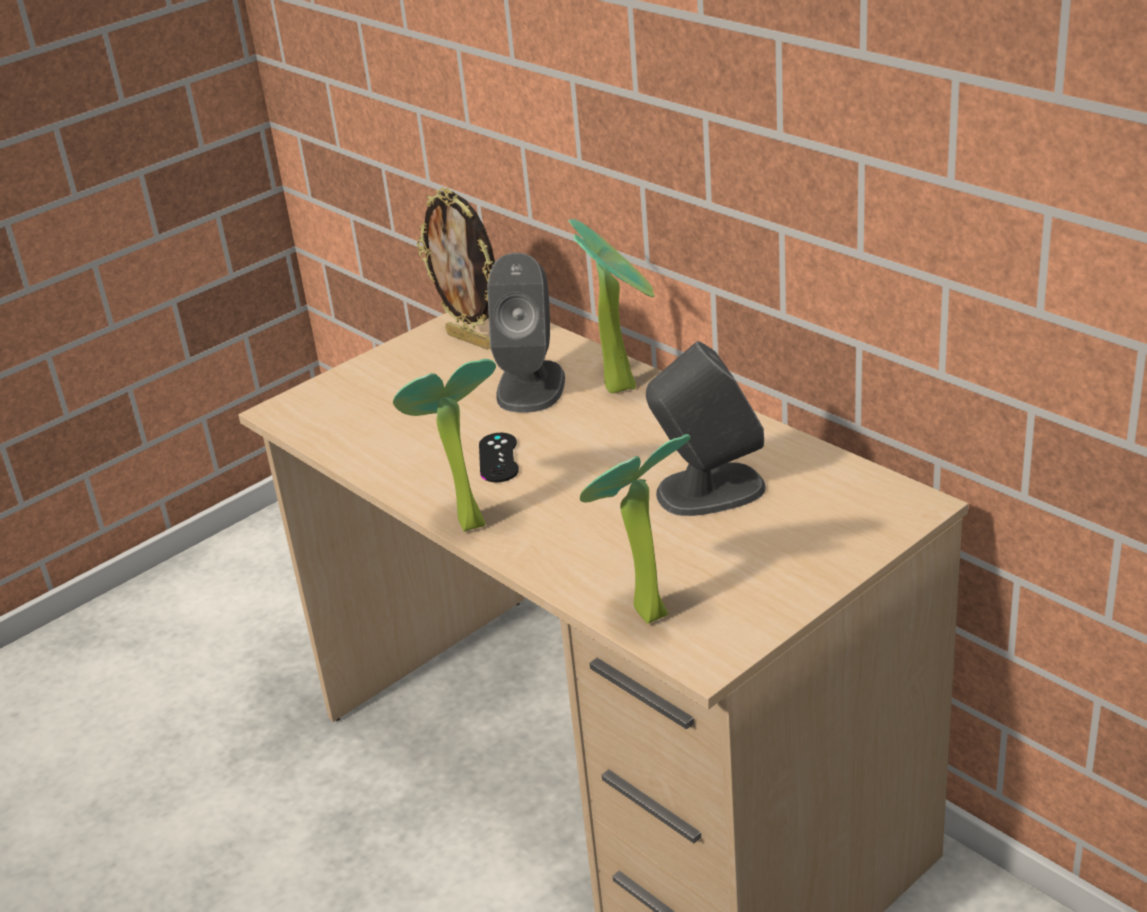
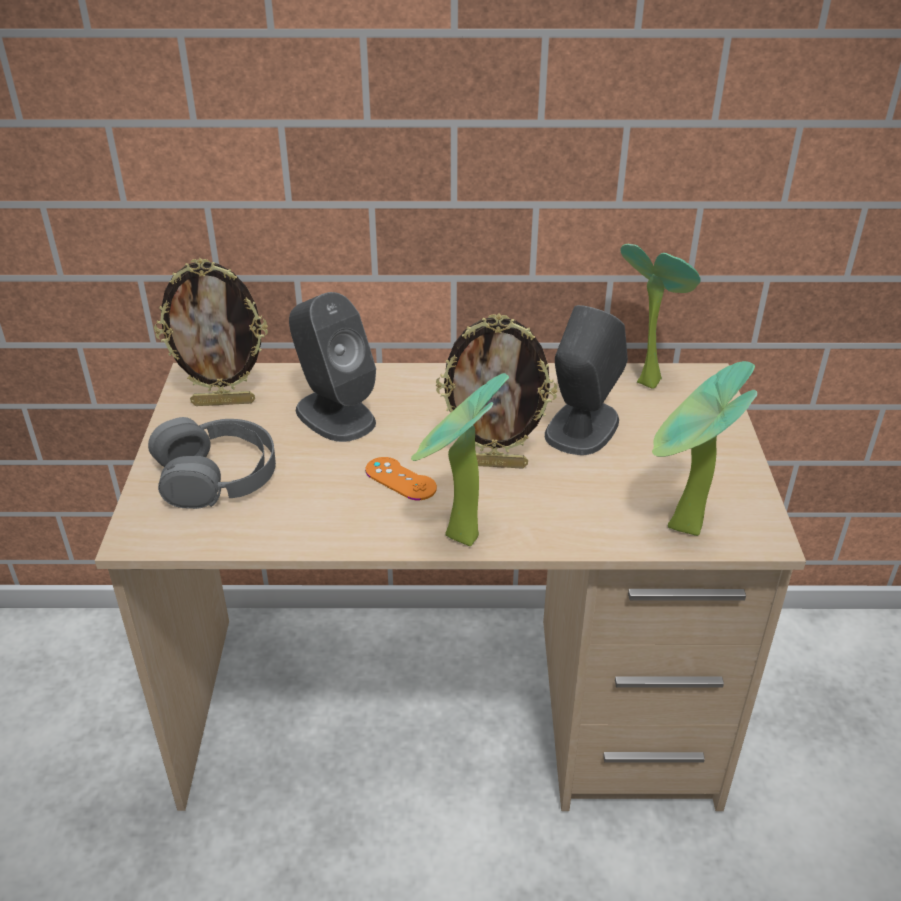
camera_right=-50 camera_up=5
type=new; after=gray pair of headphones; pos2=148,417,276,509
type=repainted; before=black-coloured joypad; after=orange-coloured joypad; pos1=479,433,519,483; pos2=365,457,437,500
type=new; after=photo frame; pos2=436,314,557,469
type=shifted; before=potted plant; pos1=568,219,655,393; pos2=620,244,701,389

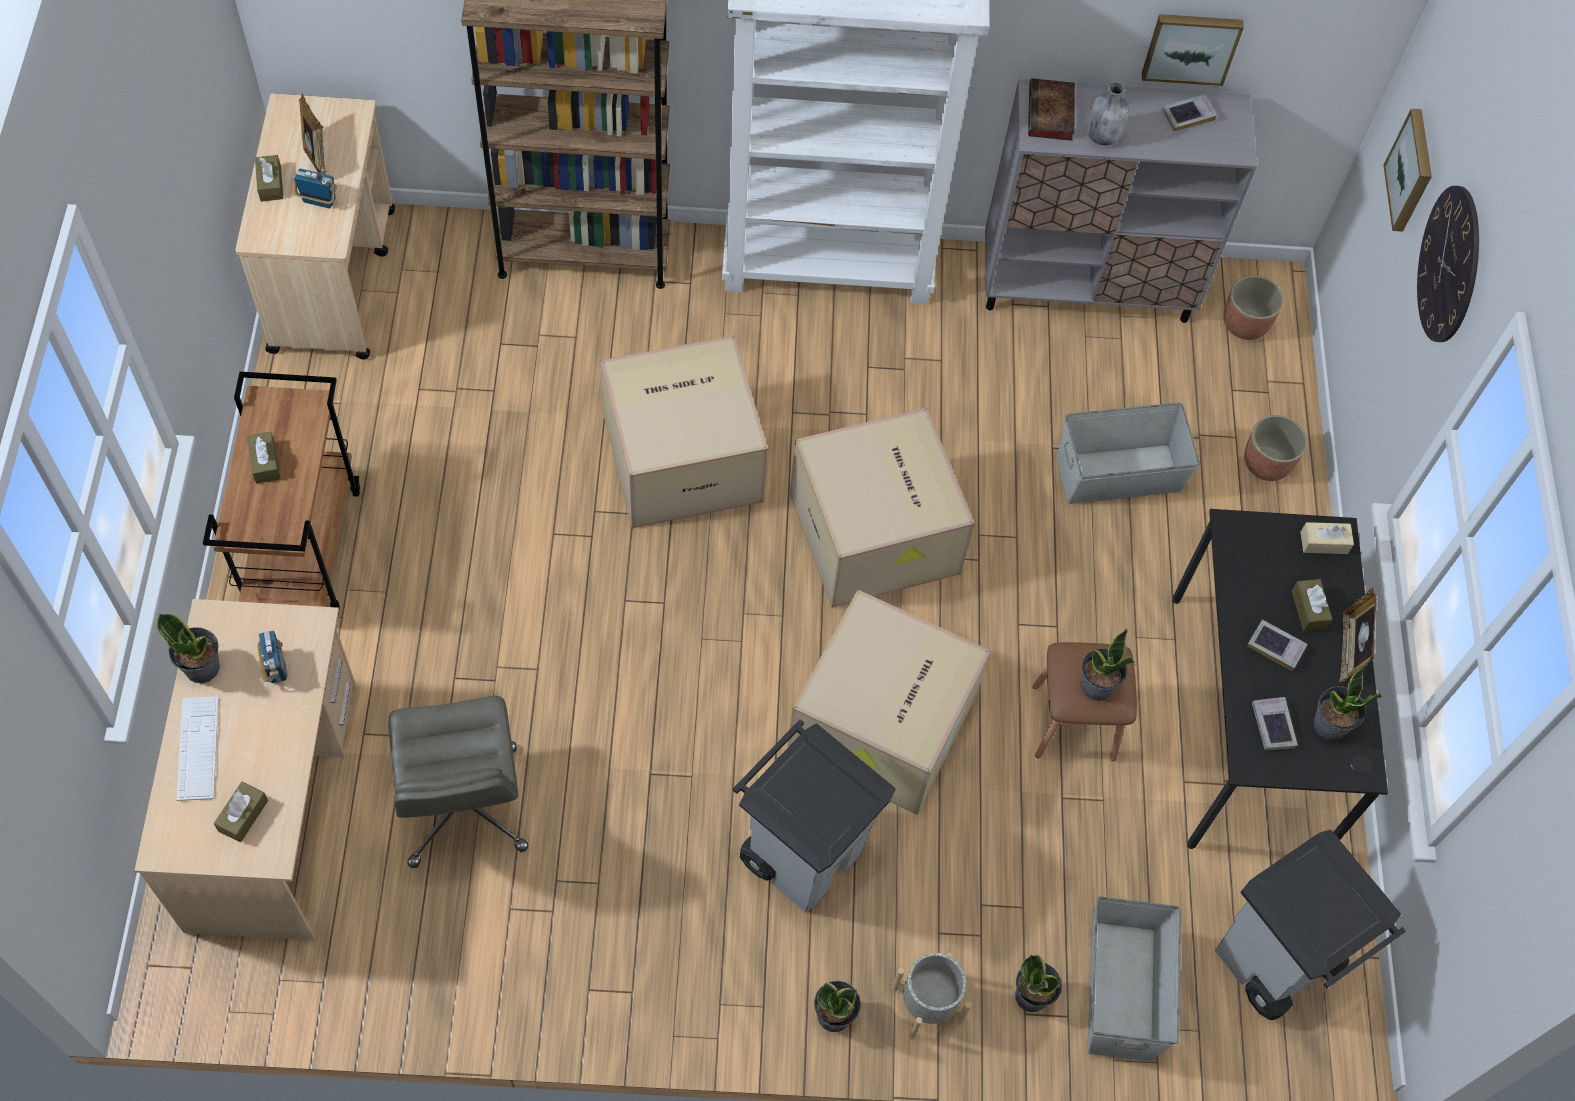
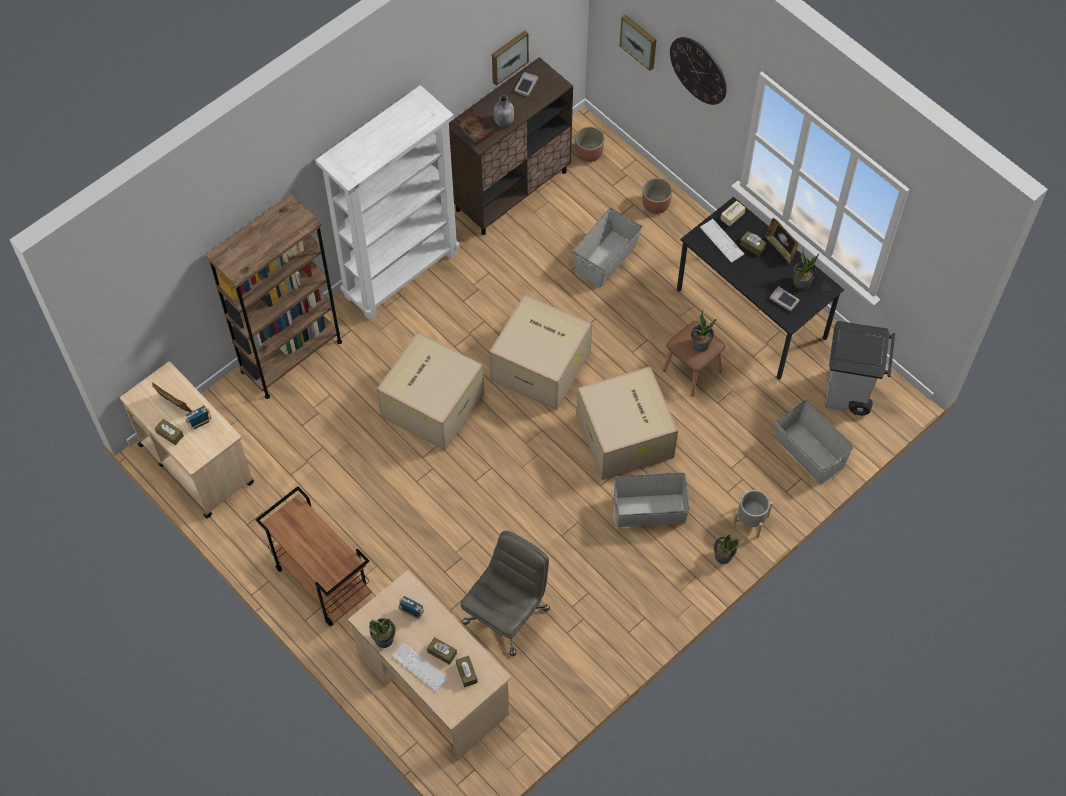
camera_right=-40 camera_up=0
type=shifted; before=brown-coloured box of tissues; pos1=247,432,280,484; pos2=427,637,457,665
type=repainted; before=gray cupboard; after=brown-coloured cupboard; pos1=985,79,1257,323; pos2=449,57,573,235
type=rotated; before=gray desk chair; pos1=388,696,528,868; pos2=460,531,550,656; turn=-90
type=swapped; before=gray trash can; after=gray storage box; pos1=733,719,896,912; pos2=614,472,689,527
type=new; after=keyboard; pos2=700,219,744,263
type=gone; before=potted plant; pos1=1015,955,1062,1012
type=gone; before=volume; pos1=1247,620,1307,671

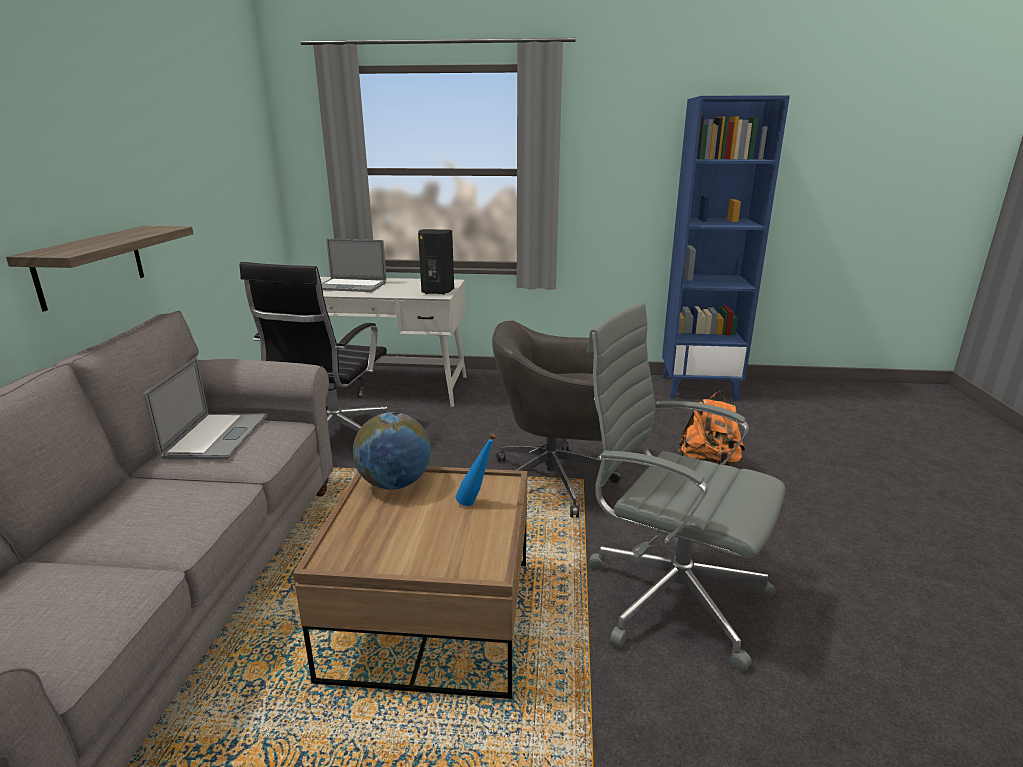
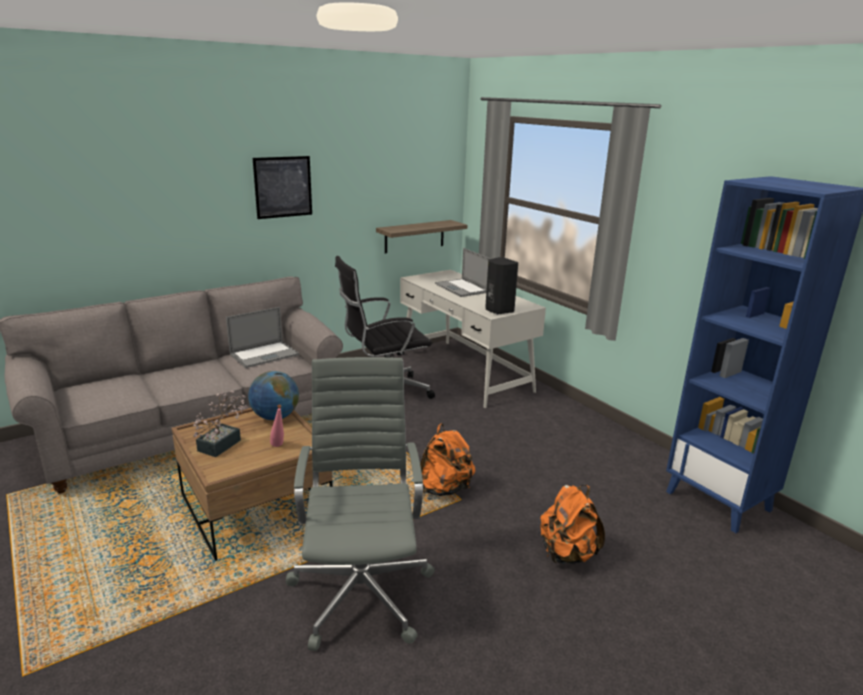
camera_right=50 camera_up=0
type=new; after=potted plant; pos2=193,390,248,457
type=new; after=wall picture; pos2=253,156,312,219
type=repainted; before=bluish bottle; after=pink-coloured bottle; pos1=456,433,496,506; pos2=270,404,284,447
type=shifted; before=bracket shelf; pos1=6,226,193,312; pos2=376,220,467,254
type=swapped; before=gray desk chair; after=orange-coloured backpack; pos1=492,321,622,518; pos2=420,424,475,496

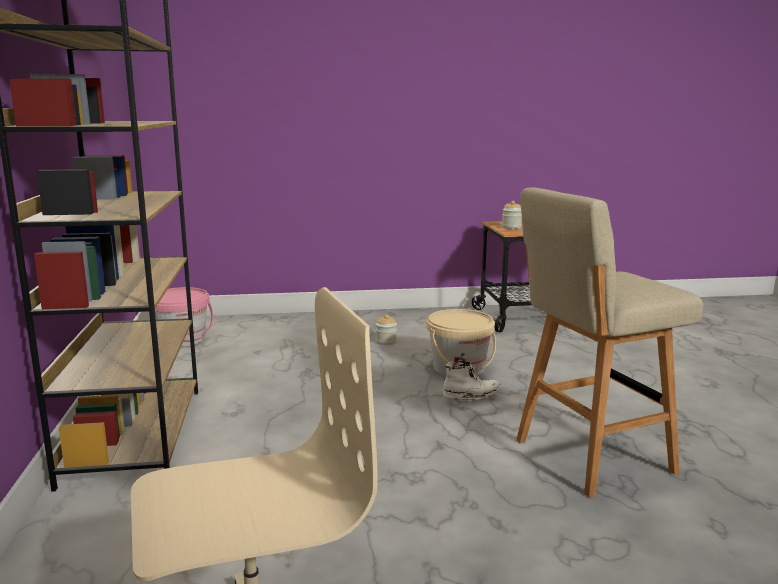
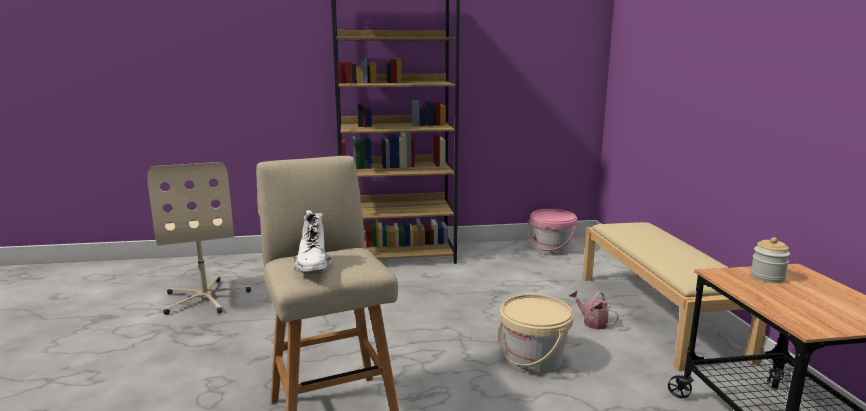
camera_right=90 camera_up=0
type=shifted; before=white boot; pos1=443,360,501,405; pos2=294,210,333,274
type=swapped; before=jar; after=sprinkling can; pos1=376,315,397,345; pos2=569,291,619,330
type=new; after=beige long seat; pos2=583,222,767,371

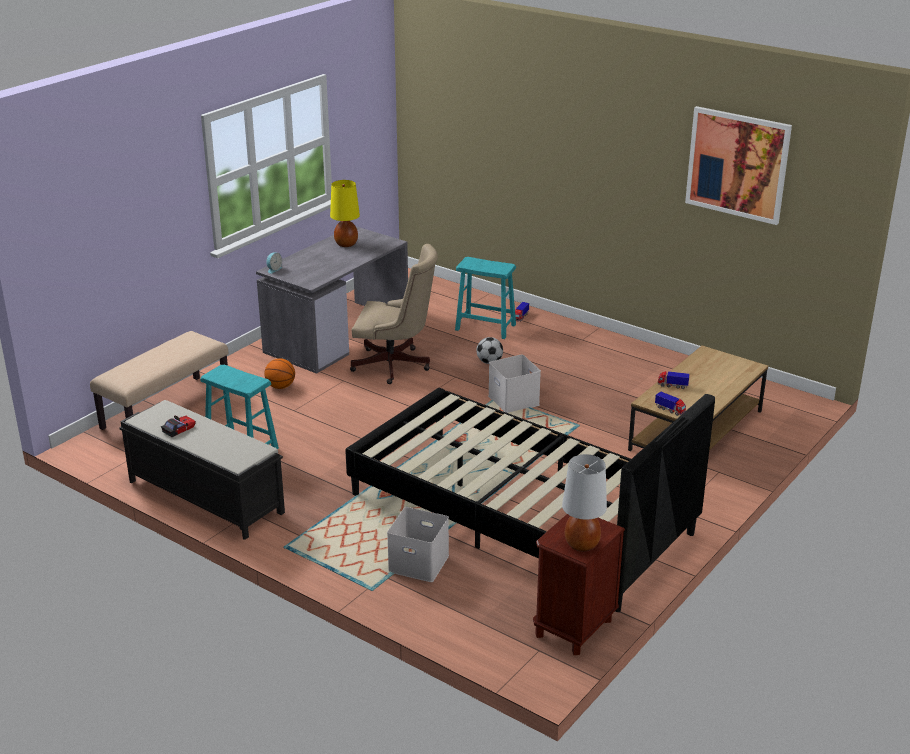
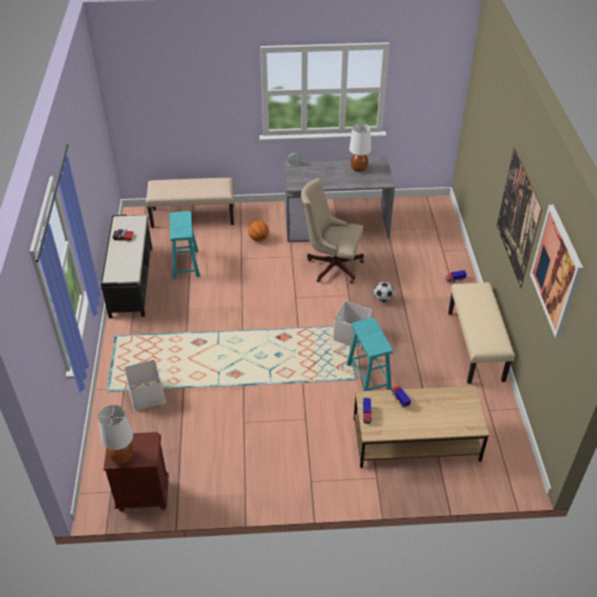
camera_right=50 camera_up=15
type=rotated; before=beige desk chair; pos1=350,244,438,384; pos2=301,178,364,284; turn=135
type=shifted; before=turquoise-coloured sitting stool; pos1=455,257,516,339; pos2=347,318,393,391
type=repainted; before=yellow lamp for a table; after=white lamp for a table; pos1=330,180,360,247; pos2=349,123,371,172
type=new; after=beige long seat; pos2=448,282,514,384
type=new; after=wall picture; pos2=497,147,542,288
type=gone; before=black-coloured bedroom bed; pos1=345,388,715,612

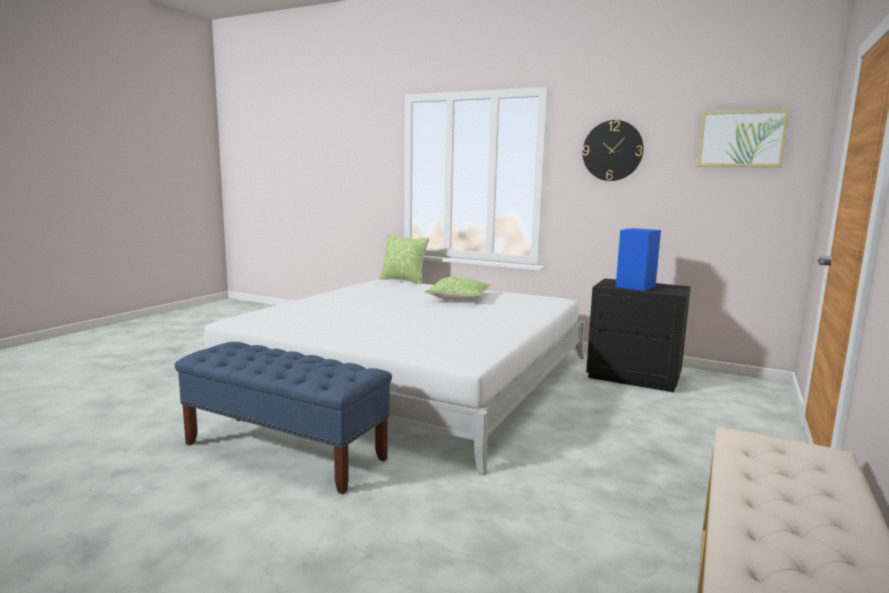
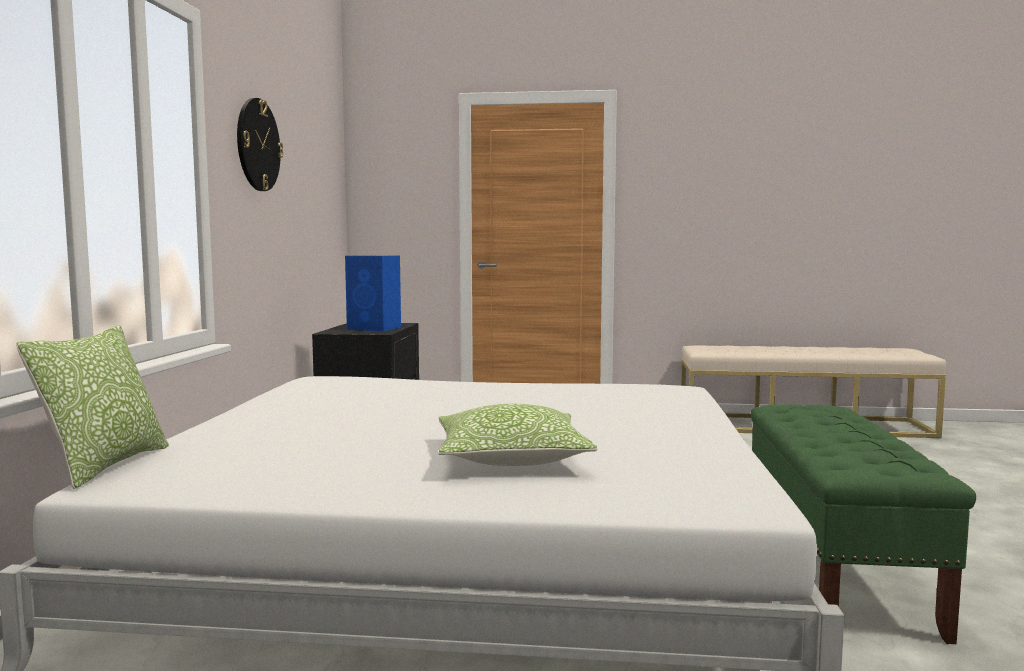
camera_right=-110 camera_up=-5
type=shifted; before=throw pillow; pos1=424,277,490,300; pos2=438,404,598,466
type=repainted; before=bluish long seat; after=green-coloured long seat; pos1=175,342,392,494; pos2=751,404,976,644
type=gone; before=wall picture; pos1=697,109,790,167

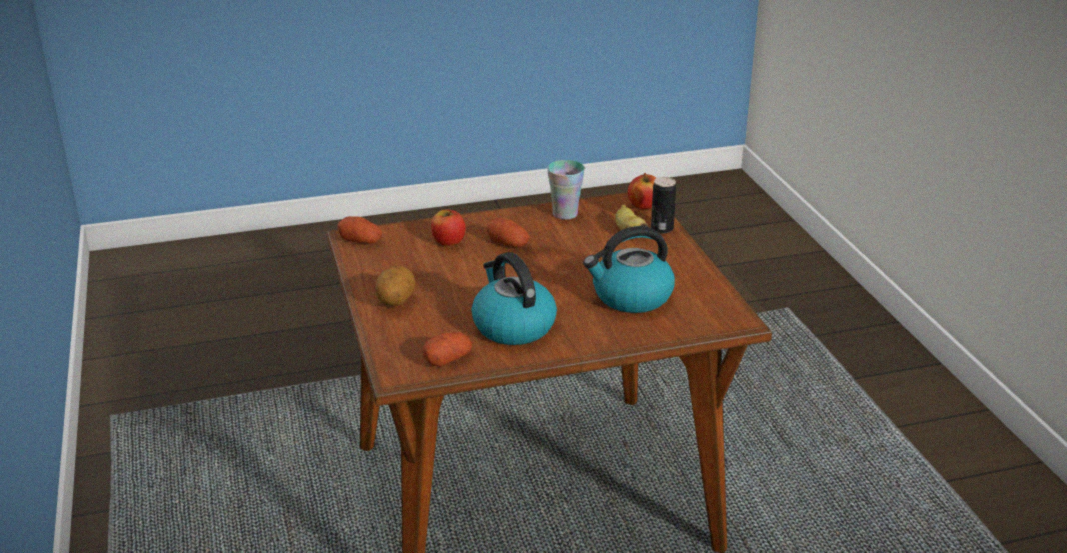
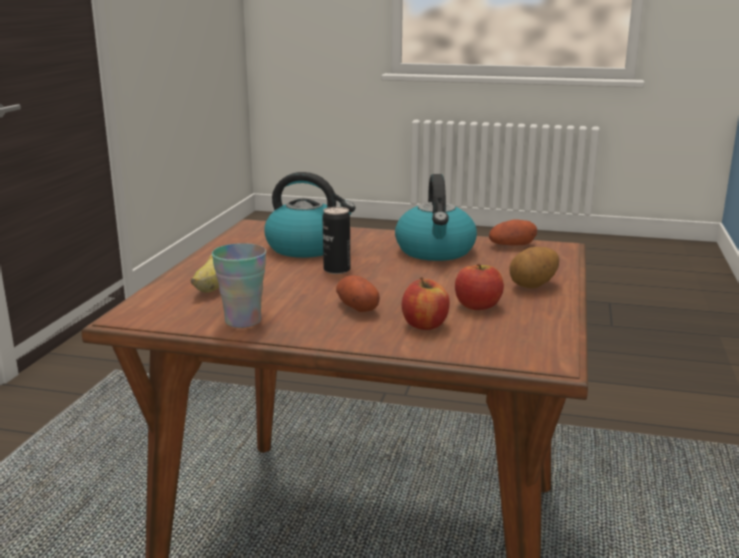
camera_right=-150 camera_up=-10
type=shifted; before=metal can; pos1=651,177,676,233; pos2=322,207,350,274
type=shifted; before=whole apple; pos1=628,173,656,209; pos2=455,264,504,310
type=gone; before=spud; pos1=337,216,382,244

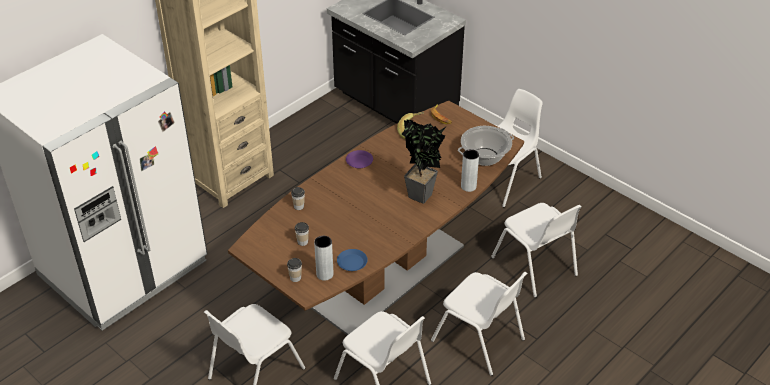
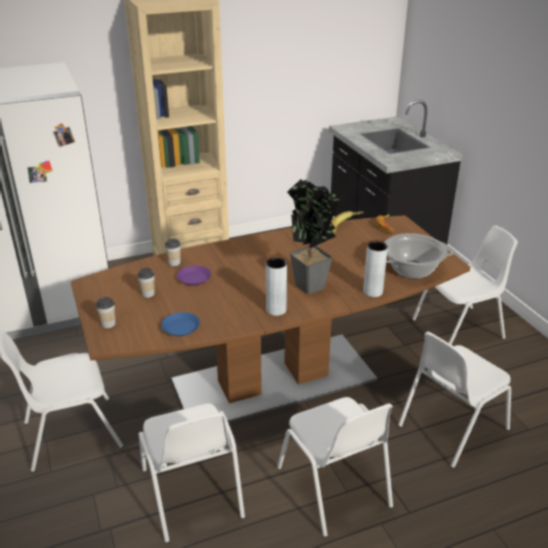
camera_right=25 camera_up=-10
type=shifted; before=purplish plate; pos1=346,150,373,168; pos2=177,266,211,285
type=shifted; before=gray vase; pos1=314,236,334,281; pos2=266,258,287,316
type=rotated; before=white upright chair; pos1=491,203,582,298; pos2=398,331,511,468; turn=60

